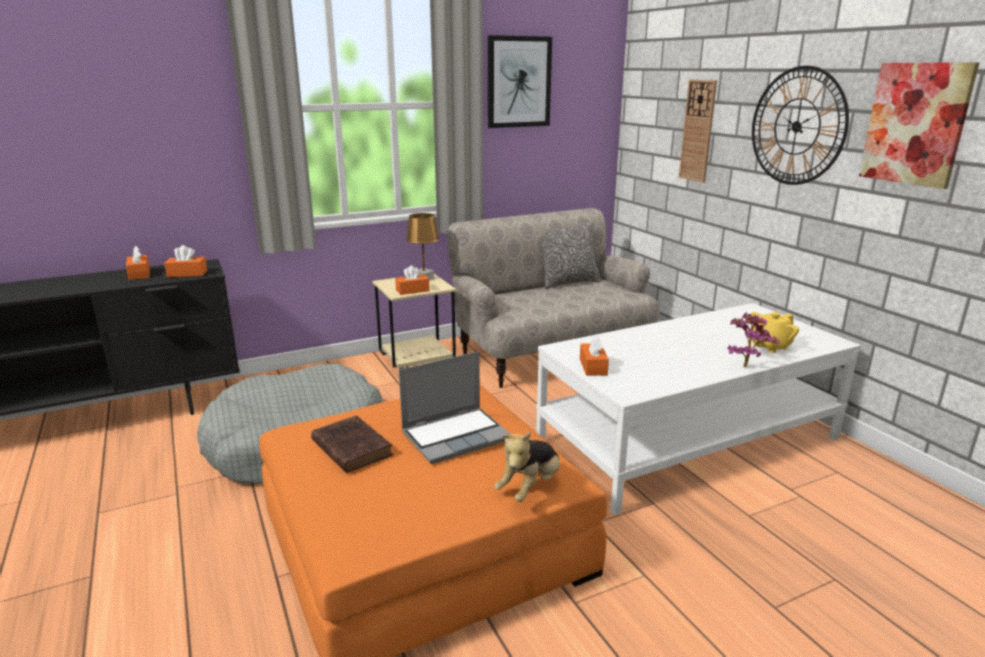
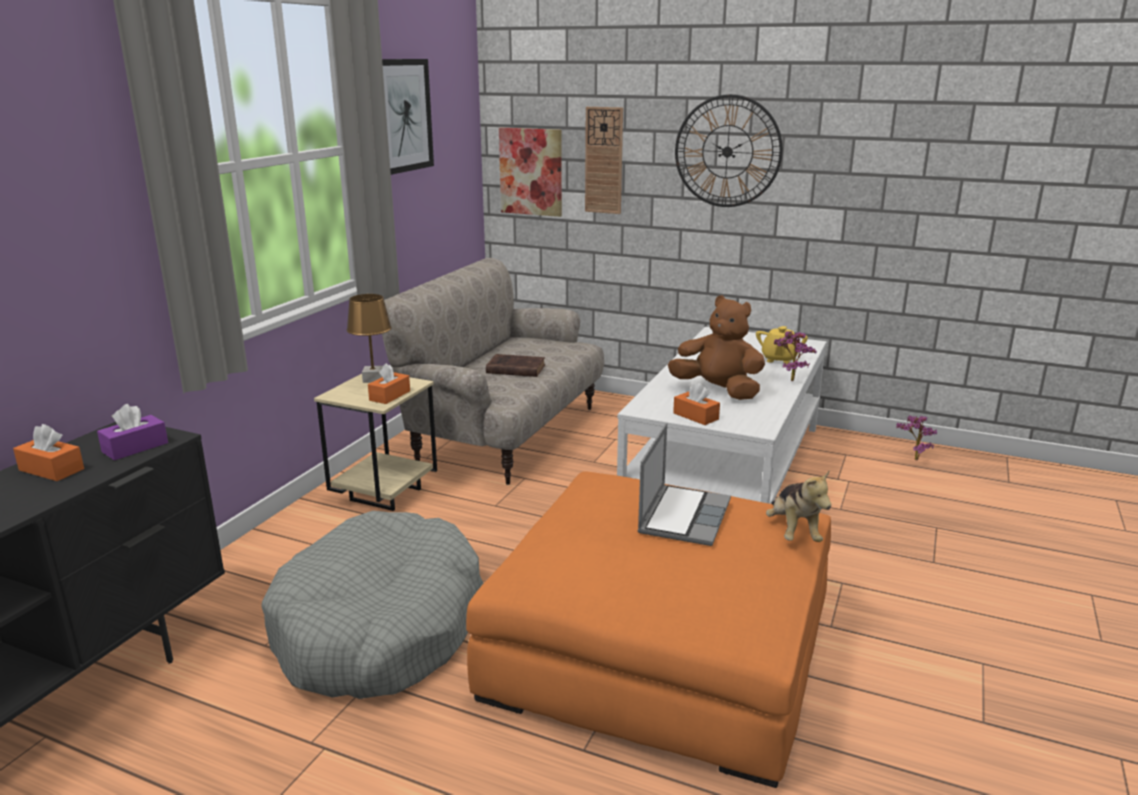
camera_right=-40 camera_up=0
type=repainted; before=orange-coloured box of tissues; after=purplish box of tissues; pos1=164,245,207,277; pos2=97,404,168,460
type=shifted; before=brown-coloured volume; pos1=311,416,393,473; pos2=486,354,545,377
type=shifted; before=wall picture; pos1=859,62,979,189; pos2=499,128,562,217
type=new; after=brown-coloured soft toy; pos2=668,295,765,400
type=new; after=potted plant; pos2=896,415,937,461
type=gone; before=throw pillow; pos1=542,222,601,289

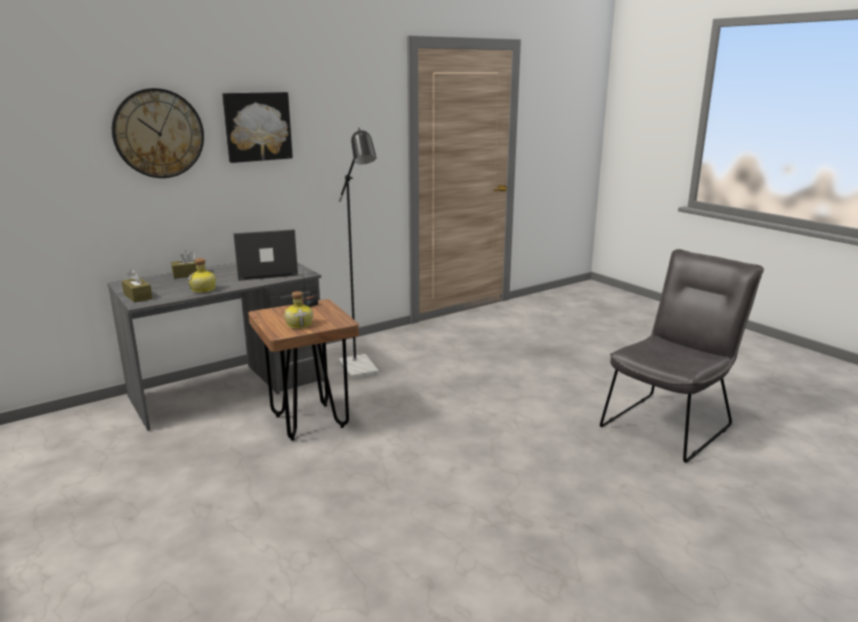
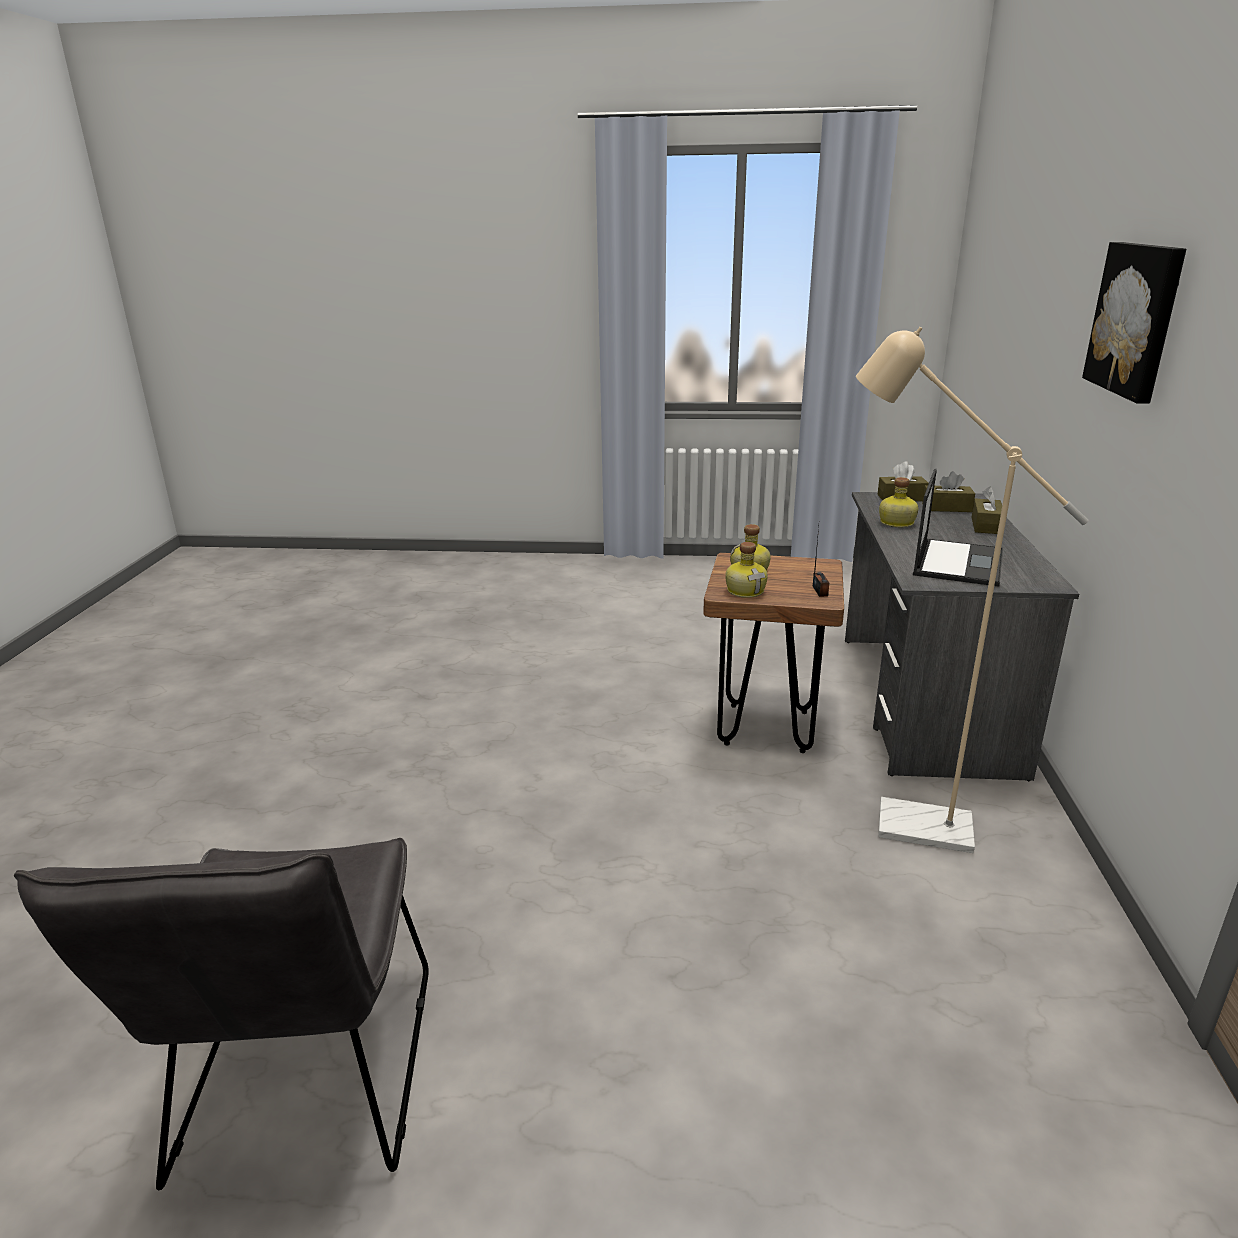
camera_right=130 camera_up=5
type=new; after=bottle; pos2=725,542,768,598
type=repainted; before=black-coloured floor lamp; after=beige floor lamp; pos1=338,128,379,379; pos2=856,327,1089,853
type=new; after=brown-coloured box of tissues; pos2=922,471,975,512
type=gone; before=hanging clock; pos1=112,88,204,178

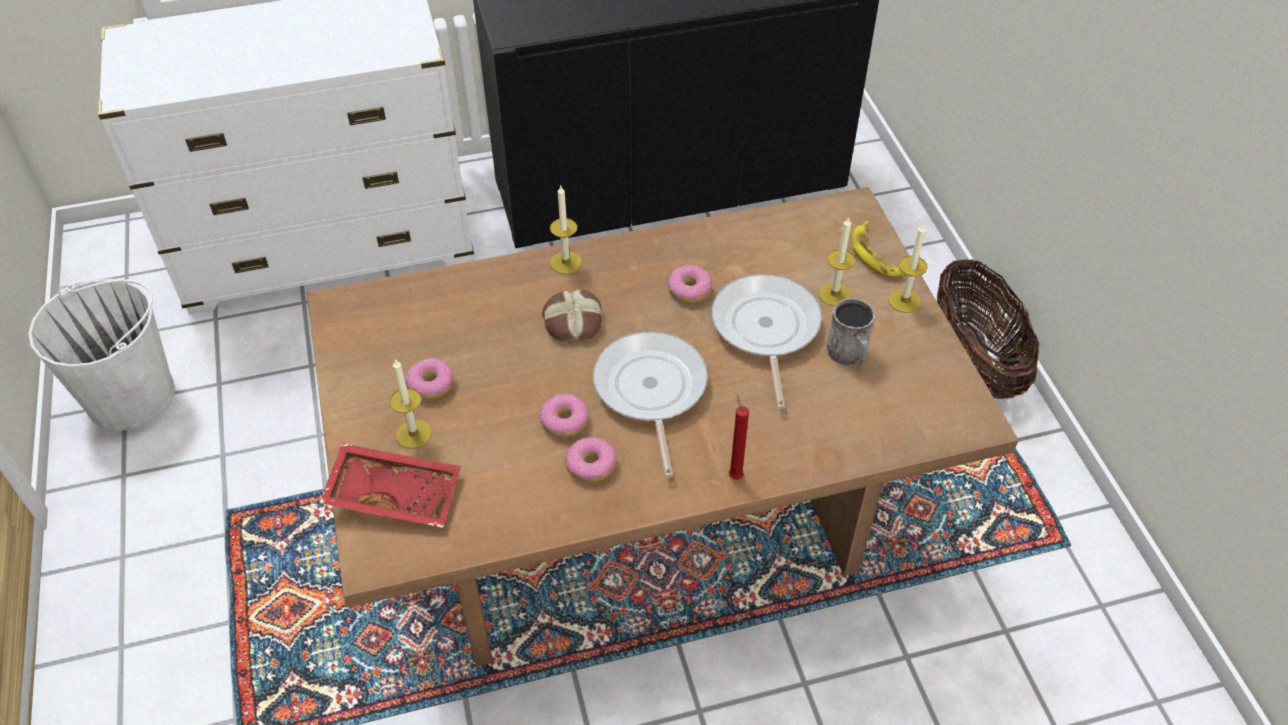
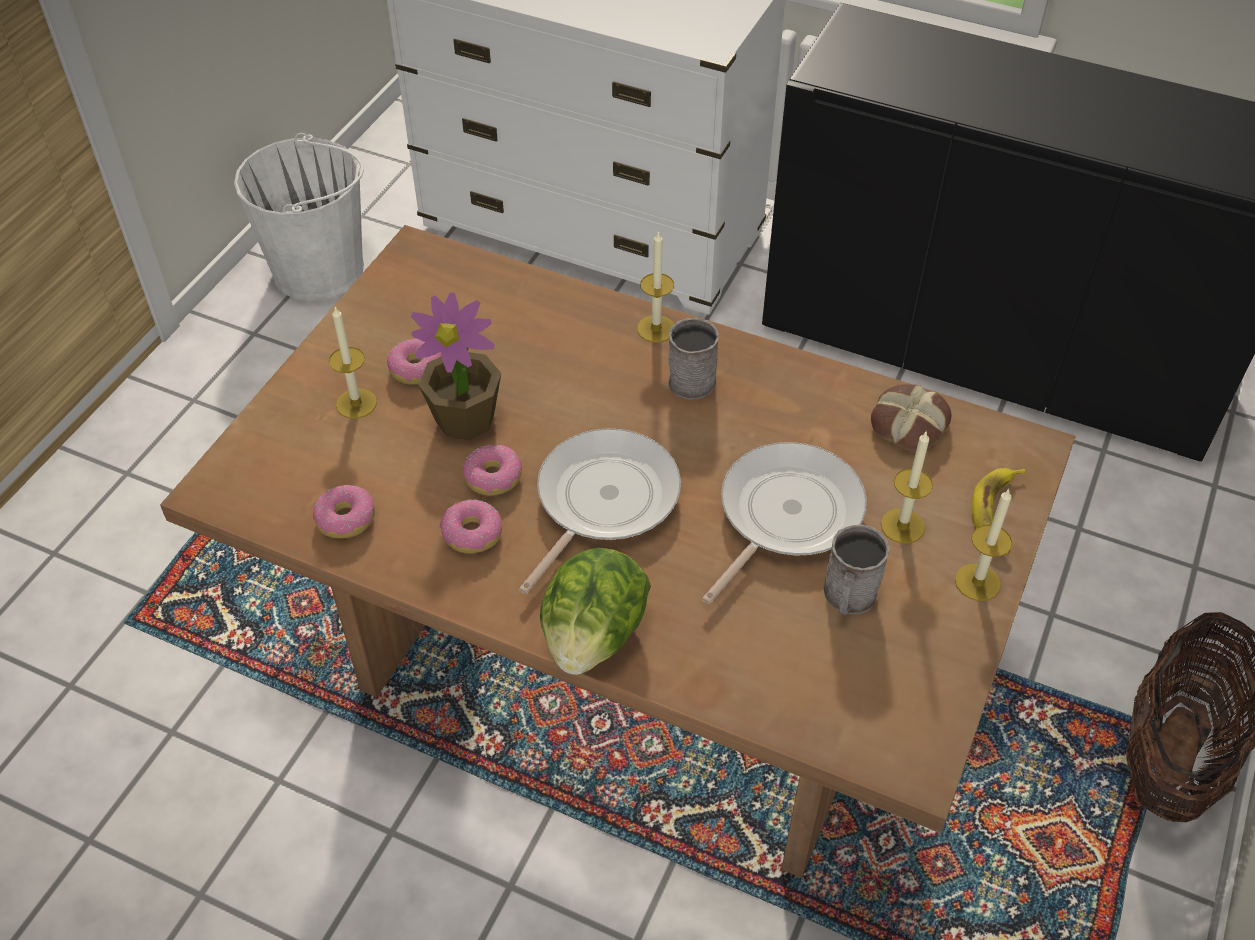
camera_right=40 camera_up=0
type=shifted; before=donut; pos1=668,265,712,304; pos2=313,485,375,538
type=new; after=potted plant; pos2=411,292,501,440
type=swapped; before=red wax candle; after=lettuce head; pos1=729,394,749,480; pos2=540,548,651,675
type=new; after=gray tea mug; pos2=668,318,719,400
type=shifted; before=bread; pos1=542,289,602,342; pos2=871,384,951,452
type=gone; before=red carrying tray; pos1=319,443,461,528

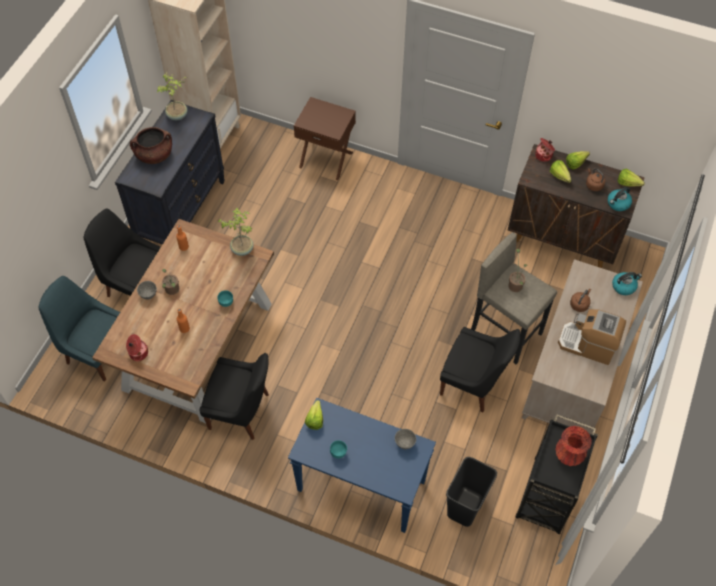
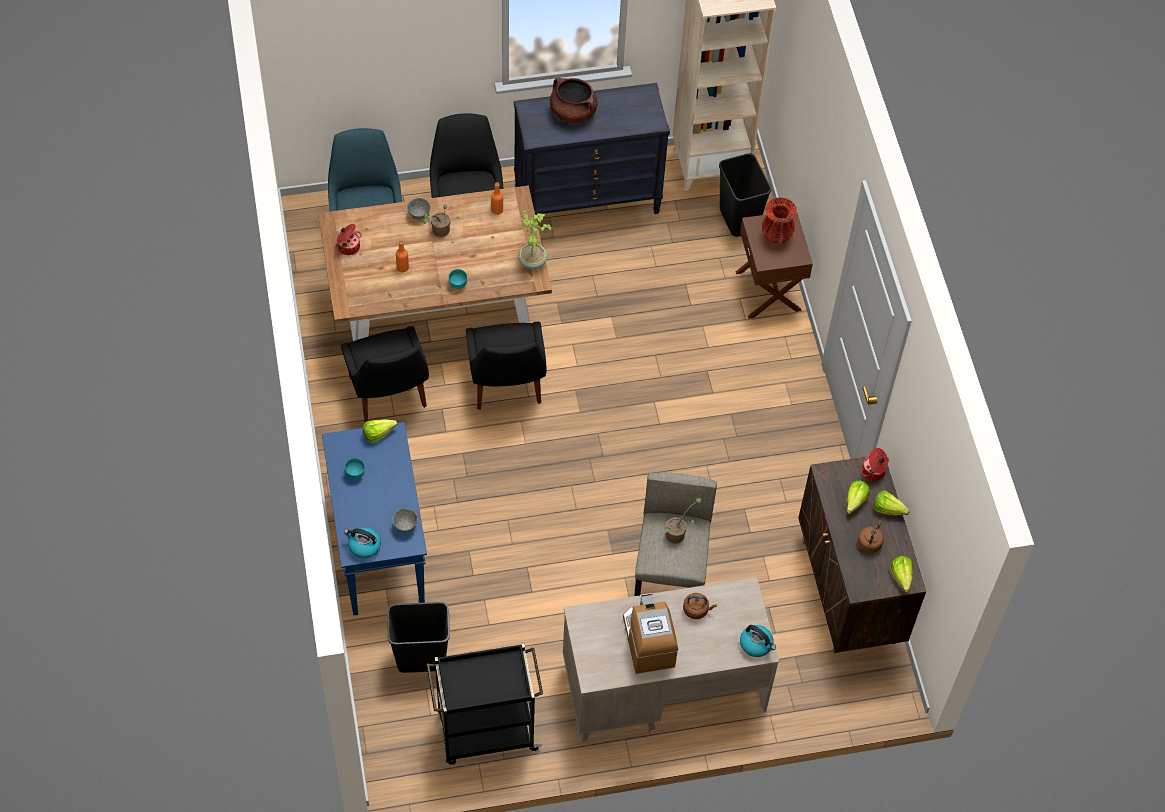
camera_right=55 camera_up=0
type=shifted; before=kettle; pos1=608,187,632,211; pos2=344,528,381,559
type=shifted; before=black-coloured upright chair; pos1=440,327,520,413; pos2=466,322,547,410
type=new; after=black-coloured trash can; pos2=719,153,771,237
type=shifted; before=red vase; pos1=556,426,592,466; pos2=762,198,797,244
type=gone; before=potted plant; pos1=157,72,187,120

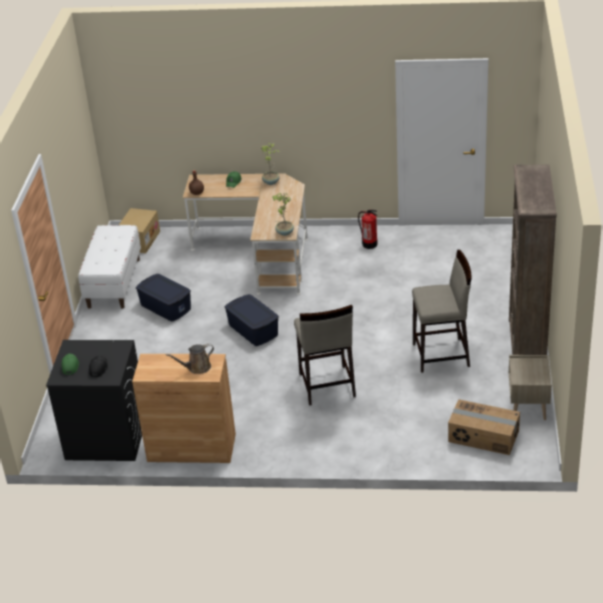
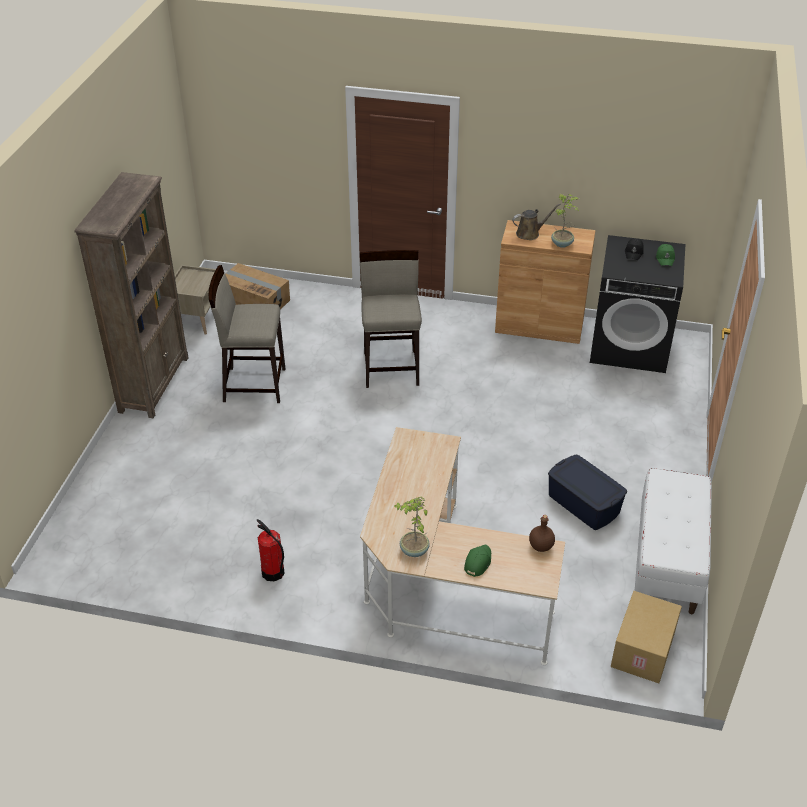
camera_right=-175 camera_up=5
type=shifted; before=potted plant; pos1=272,193,294,236; pos2=551,193,579,248
type=gone; before=bluish storage box; pos1=225,294,279,346

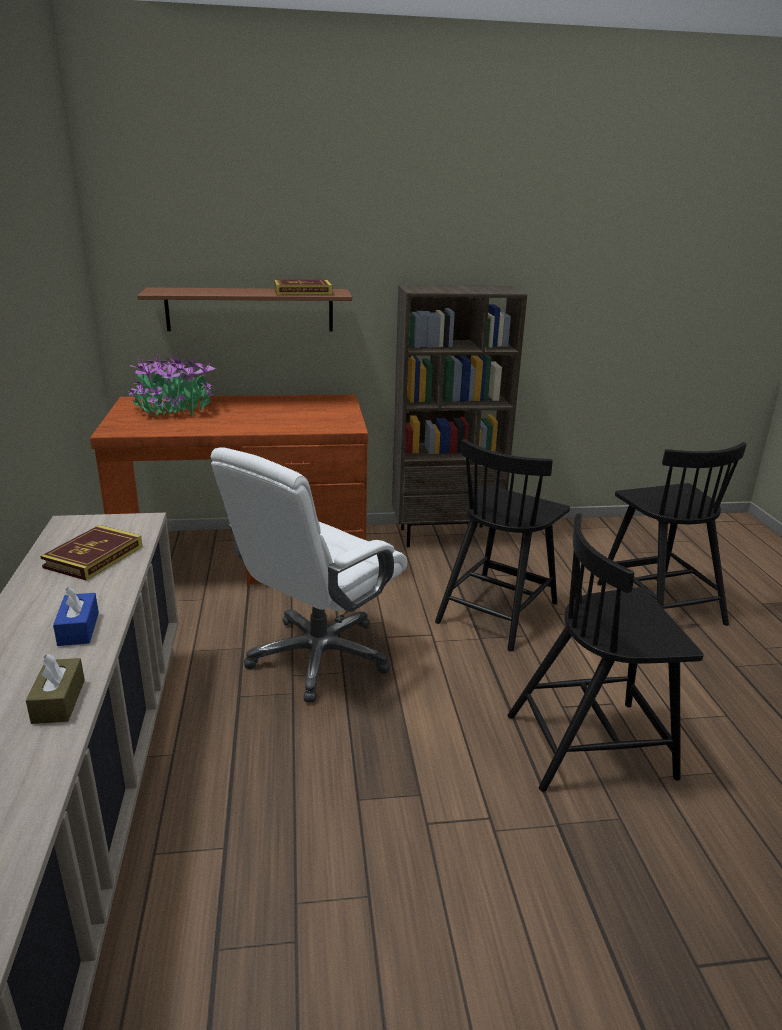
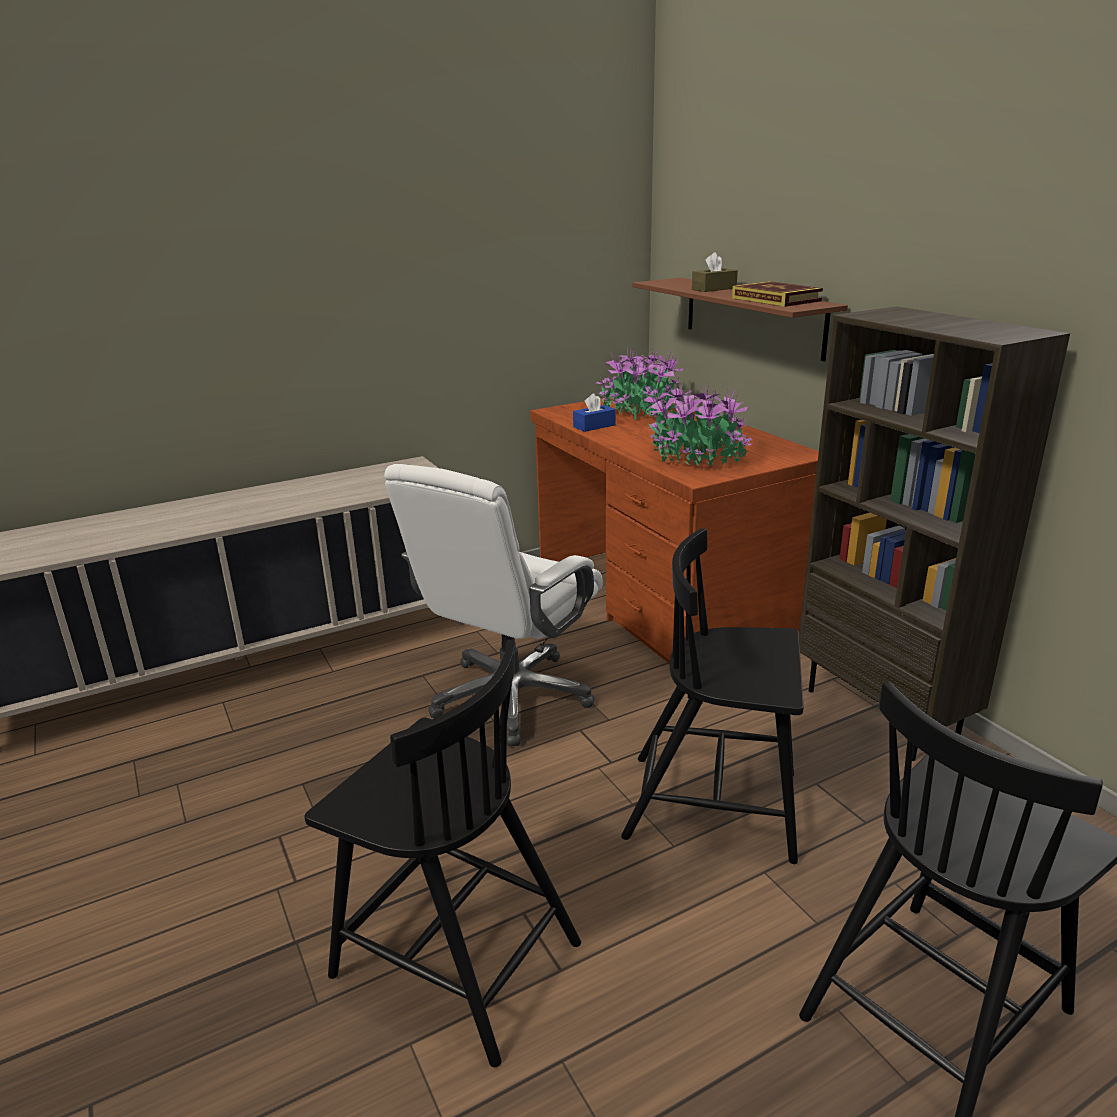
camera_right=70 camera_up=0
type=rotated; before=black-coloured upright chair; pos1=507,513,704,792; pos2=304,640,581,1067; turn=150
type=rotated; before=white desk chair; pos1=211,447,407,703; pos2=384,464,603,746; turn=-75
type=shifted; before=bluish box of tissues; pos1=53,587,99,646; pos2=573,393,616,432
type=new; after=potted plant; pos2=643,380,752,466
type=shifted; before=brown-coloured box of tissues; pos1=26,654,85,724; pos2=692,252,738,292
type=gone; before=volume; pos1=40,525,142,581

